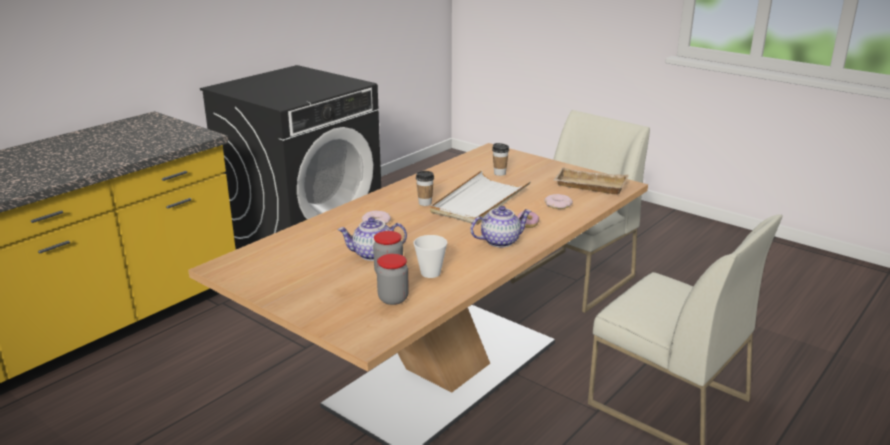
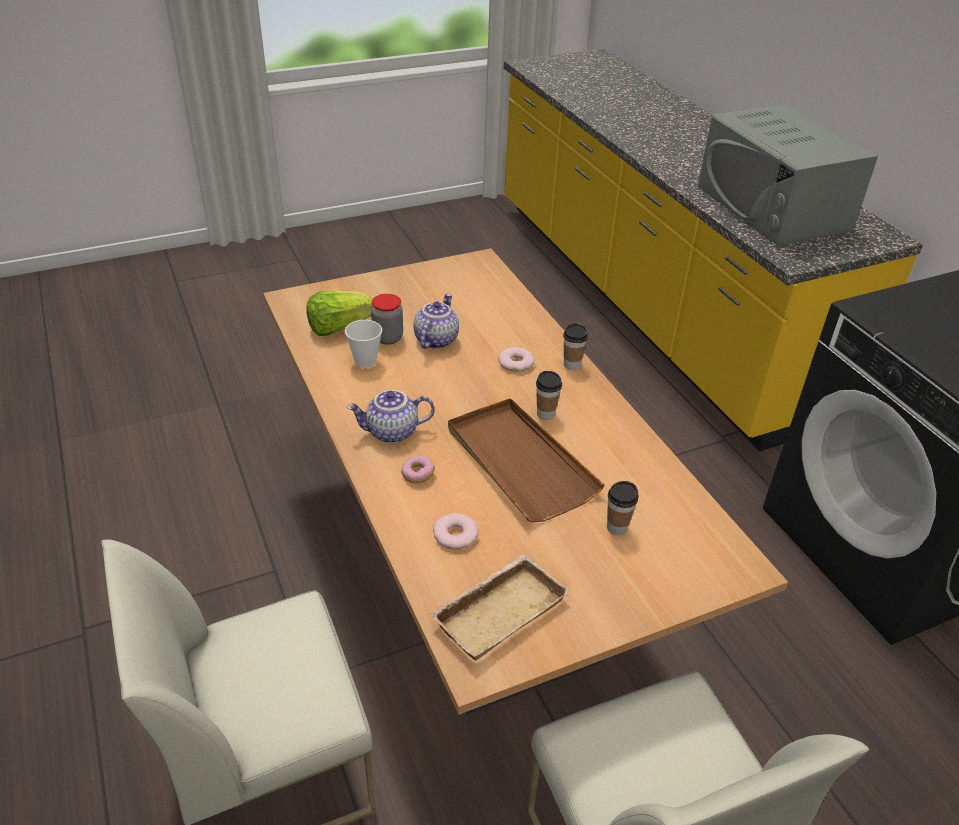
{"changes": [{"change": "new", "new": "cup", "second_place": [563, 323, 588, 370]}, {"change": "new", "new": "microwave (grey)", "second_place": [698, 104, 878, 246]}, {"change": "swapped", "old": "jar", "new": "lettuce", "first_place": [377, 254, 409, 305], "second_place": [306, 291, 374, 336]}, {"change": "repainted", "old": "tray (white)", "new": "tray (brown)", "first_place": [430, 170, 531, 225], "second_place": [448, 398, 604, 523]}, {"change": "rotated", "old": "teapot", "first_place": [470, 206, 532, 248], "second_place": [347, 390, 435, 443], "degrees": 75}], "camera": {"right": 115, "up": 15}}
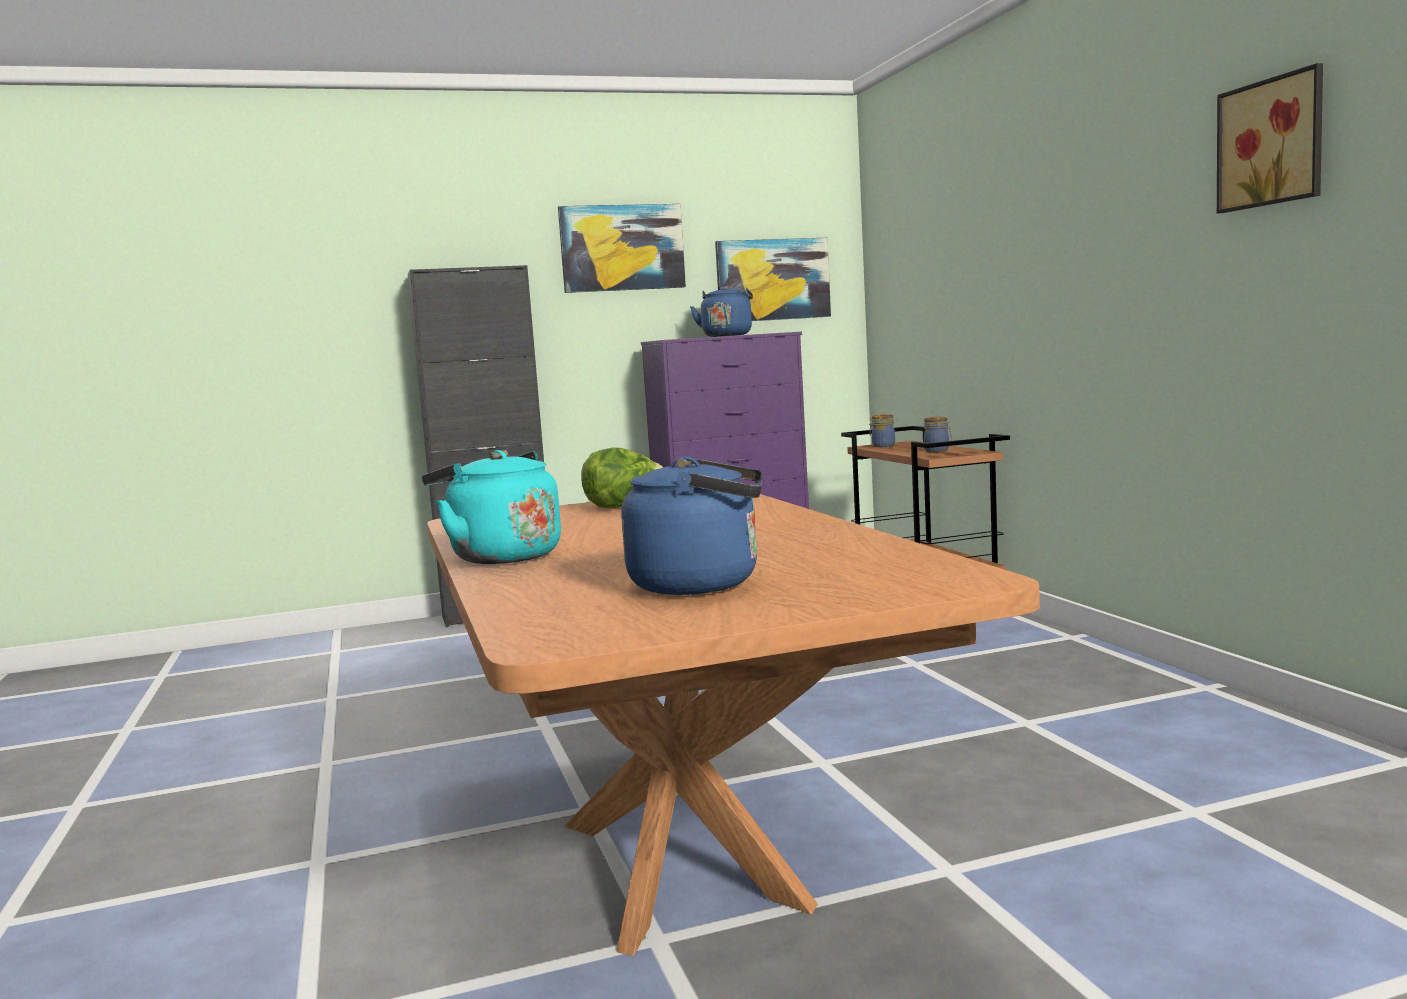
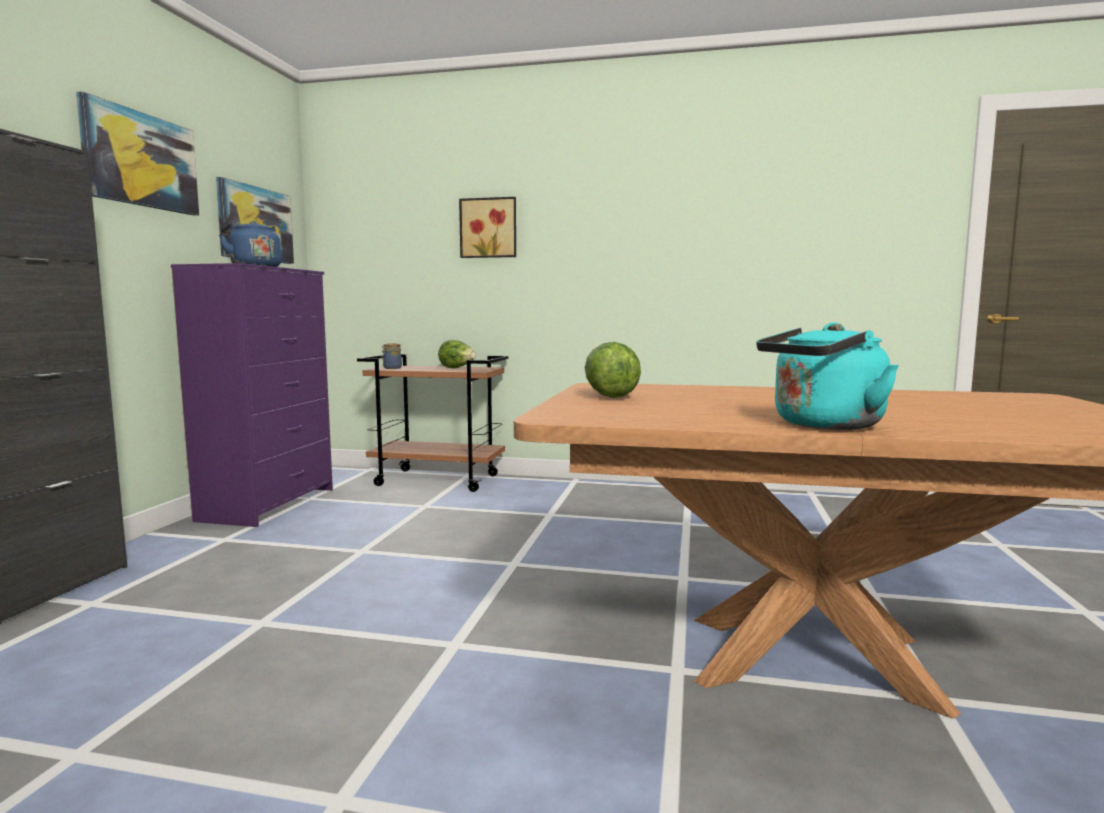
{"changes": [{"change": "gone", "old": "kettle (blue)", "first_place": [621, 456, 763, 595]}, {"change": "shifted", "old": "picture", "first_place": [1217, 63, 1323, 213], "second_place": [459, 197, 516, 258]}, {"change": "swapped", "old": "jar", "new": "lettuce", "first_place": [924, 416, 952, 452], "second_place": [438, 340, 476, 369]}], "camera": {"right": -60, "up": 0}}
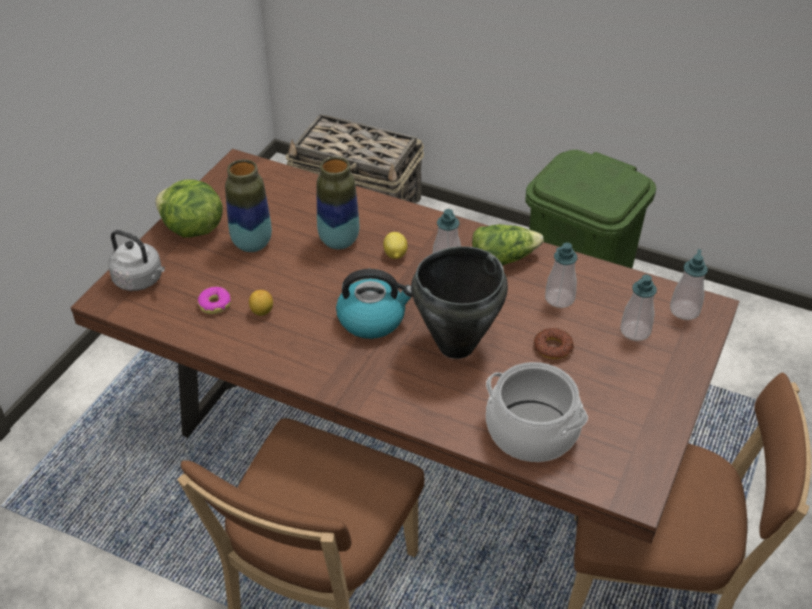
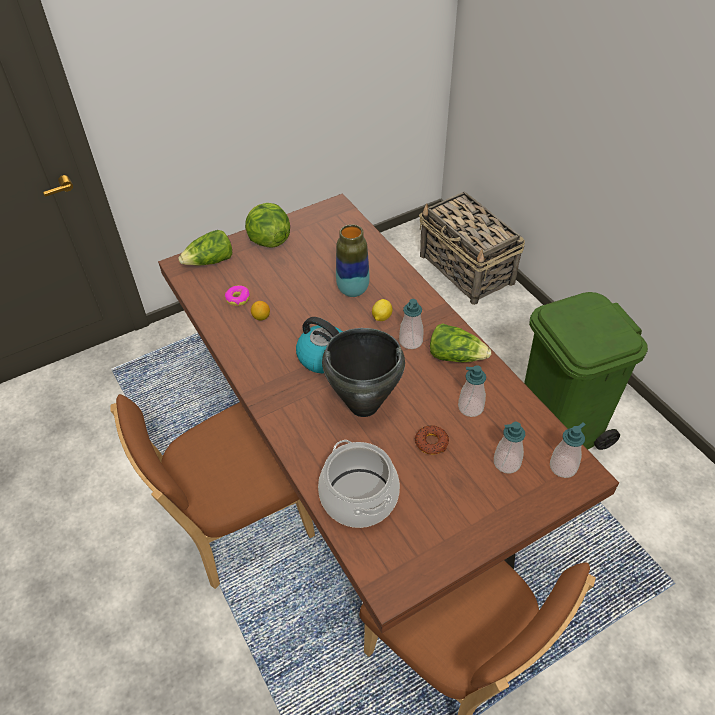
{"changes": [{"change": "gone", "old": "vase", "first_place": [225, 159, 272, 252]}, {"change": "swapped", "old": "kettle (grey)", "new": "lettuce", "first_place": [108, 230, 165, 291], "second_place": [178, 230, 232, 265]}], "camera": {"right": 35, "up": 5}}
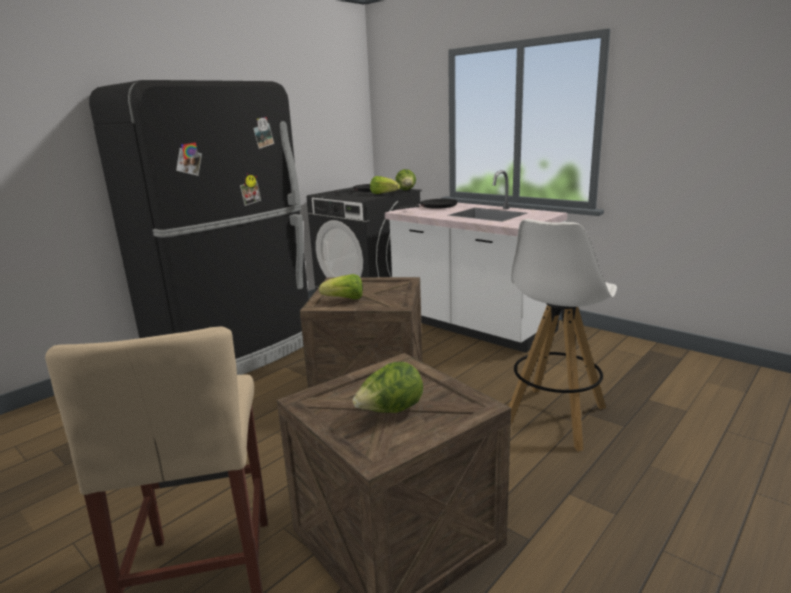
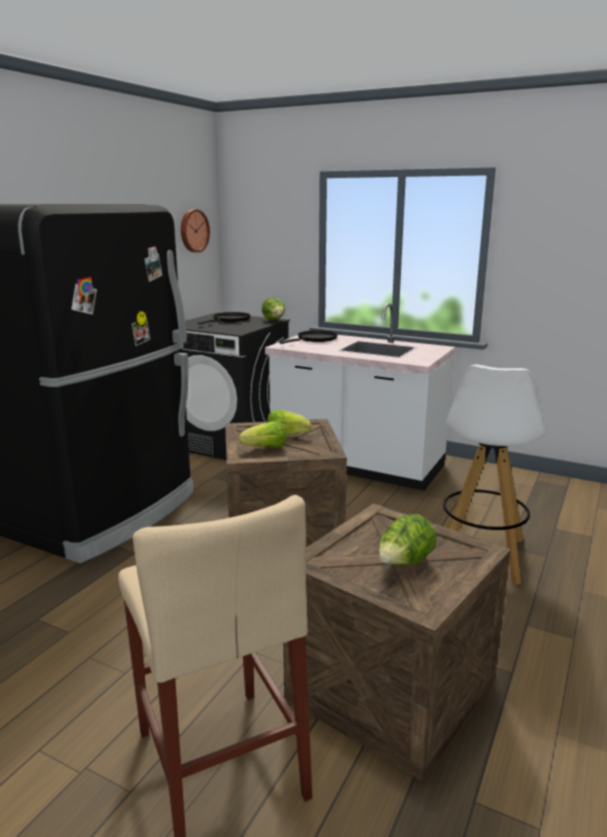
{"changes": [{"change": "new", "new": "wall clock", "second_place": [181, 209, 210, 253]}, {"change": "shifted", "old": "lettuce", "first_place": [370, 176, 400, 194], "second_place": [267, 409, 312, 435]}], "camera": {"right": -15, "up": 0}}
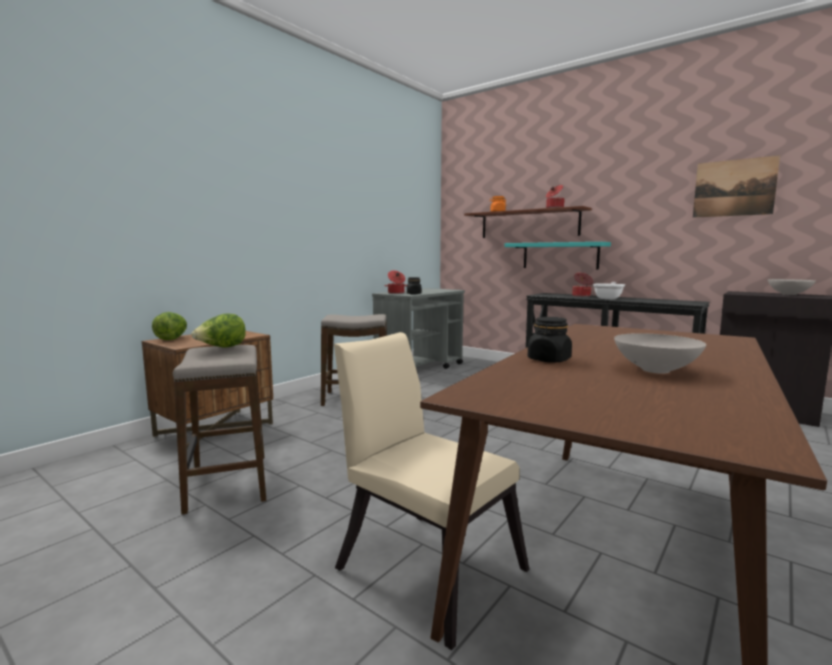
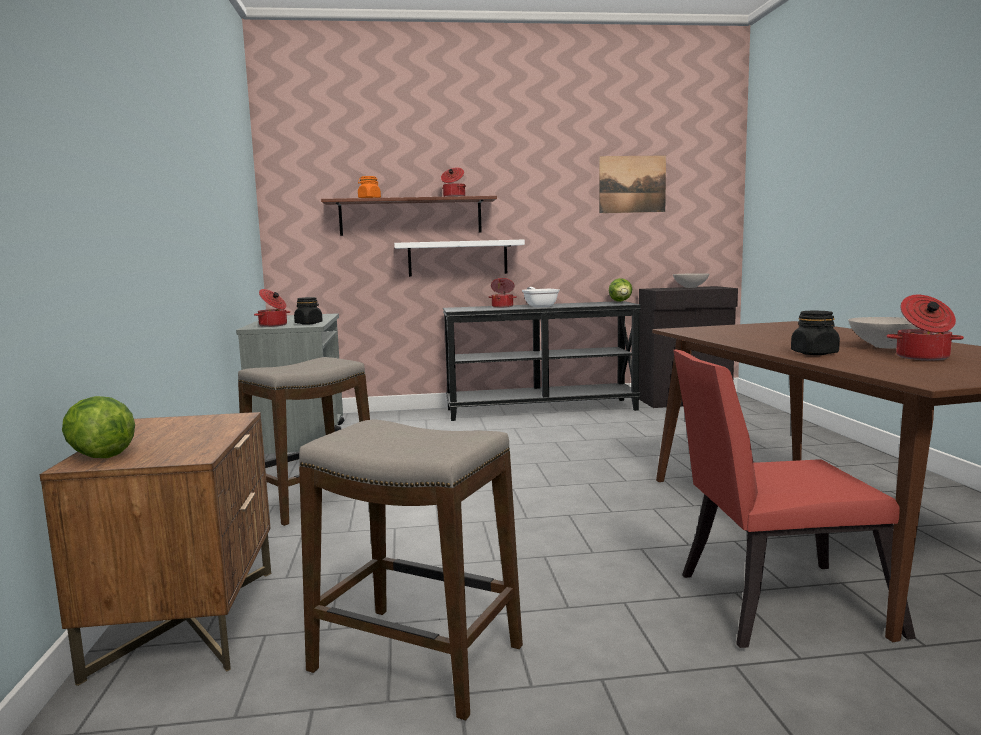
{"changes": [{"change": "new", "new": "cooking pot", "second_place": [886, 295, 964, 360]}, {"change": "shifted", "old": "lettuce", "first_place": [191, 314, 246, 348], "second_place": [609, 278, 632, 302]}, {"change": "repainted", "old": "chair (beige)", "new": "chair (red)", "first_place": [334, 332, 529, 650], "second_place": [673, 350, 916, 648]}, {"change": "repainted", "old": "shelf (turquoise)", "new": "shelf (white)", "first_place": [504, 242, 611, 270], "second_place": [394, 240, 525, 277]}], "camera": {"right": -45, "up": 0}}
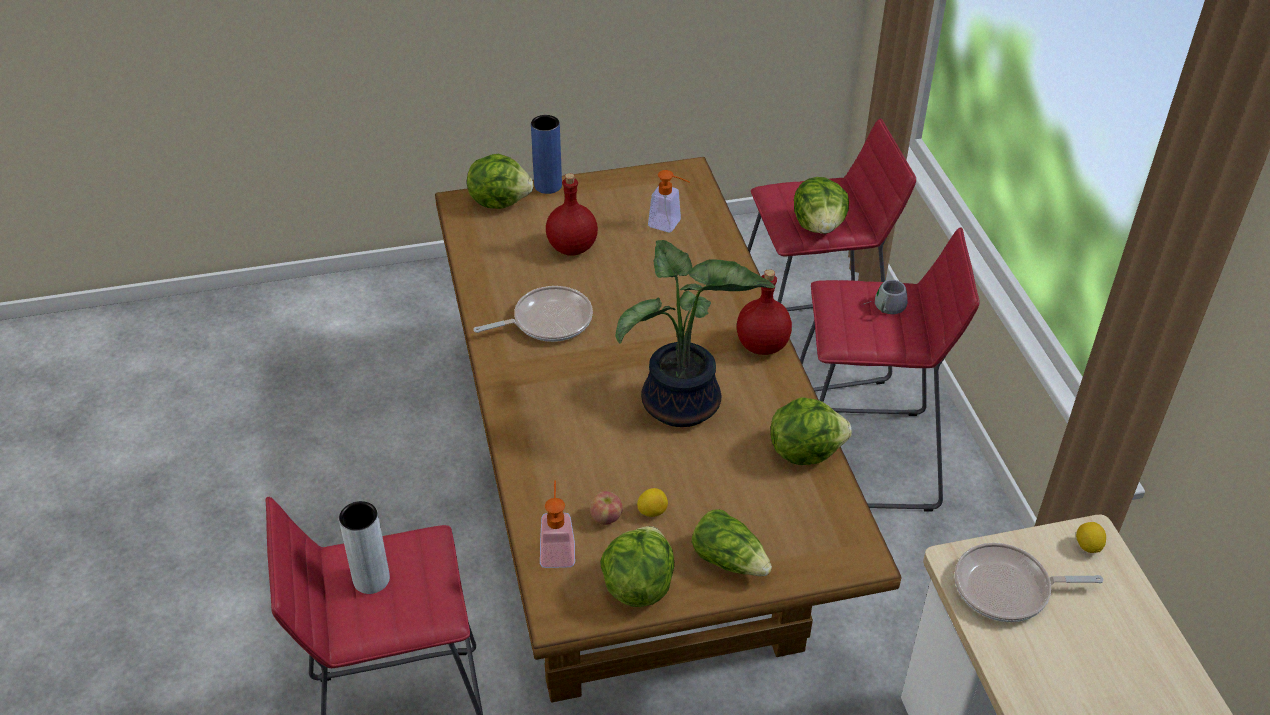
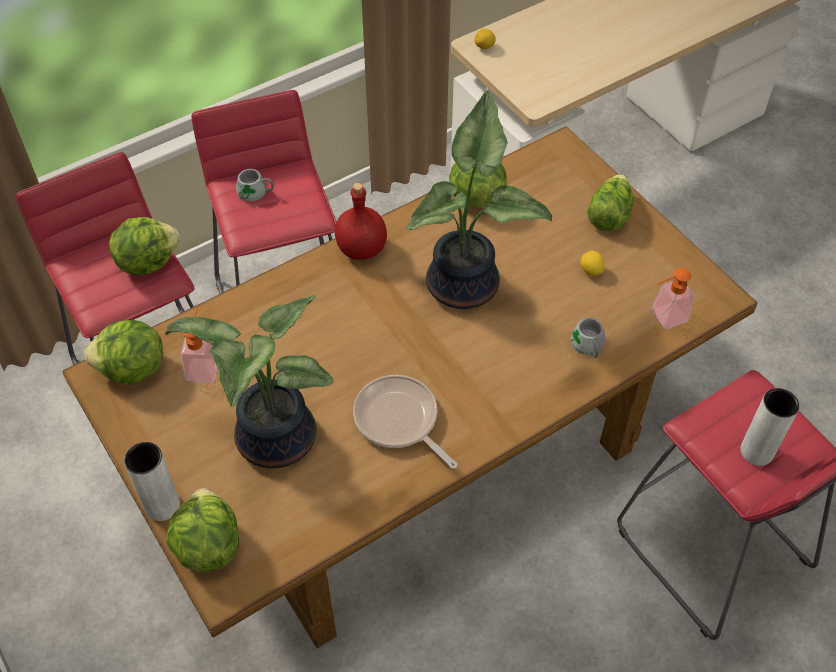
{"changes": [{"change": "gone", "old": "apple", "first_place": [590, 491, 623, 525]}, {"change": "gone", "old": "frying pan", "first_place": [955, 543, 1103, 622]}, {"change": "new", "new": "mug (grey)", "second_place": [568, 318, 605, 358]}, {"change": "shifted", "old": "lettuce", "first_place": [600, 526, 674, 607], "second_place": [85, 320, 163, 385]}, {"change": "swapped", "old": "bottle (red)", "new": "potted plant", "first_place": [546, 173, 598, 256], "second_place": [165, 295, 334, 468]}, {"change": "repainted", "old": "vase (blue)", "new": "vase (grey)", "first_place": [531, 115, 562, 194], "second_place": [124, 442, 180, 521]}], "camera": {"right": -110, "up": 10}}
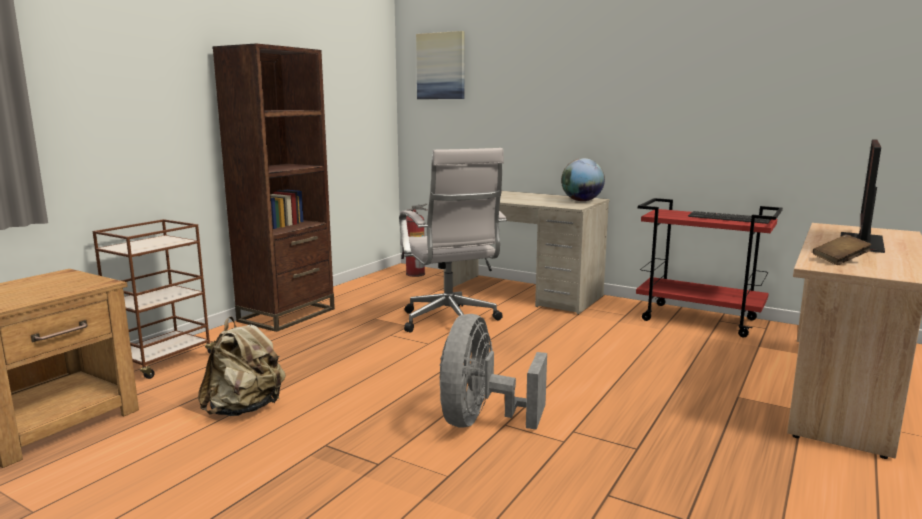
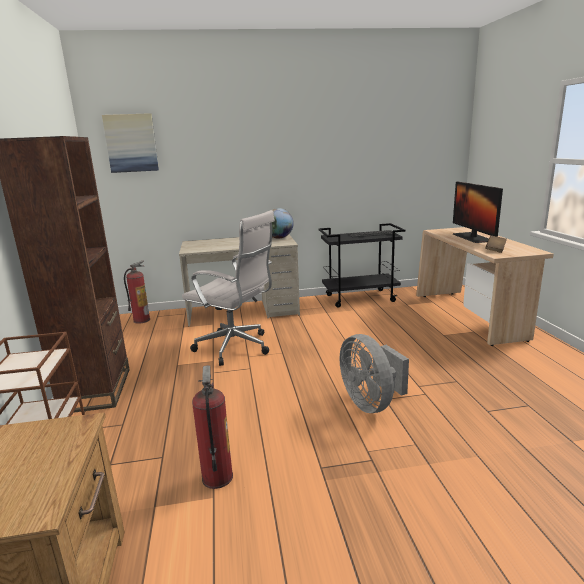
{"changes": [{"change": "swapped", "old": "backpack (beige)", "new": "fire extinguisher", "first_place": [198, 316, 286, 416], "second_place": [192, 365, 233, 489]}, {"change": "repainted", "old": "cart (red)", "new": "cart (black)", "first_place": [636, 198, 783, 337], "second_place": [318, 223, 406, 308]}], "camera": {"right": -40, "up": 5}}
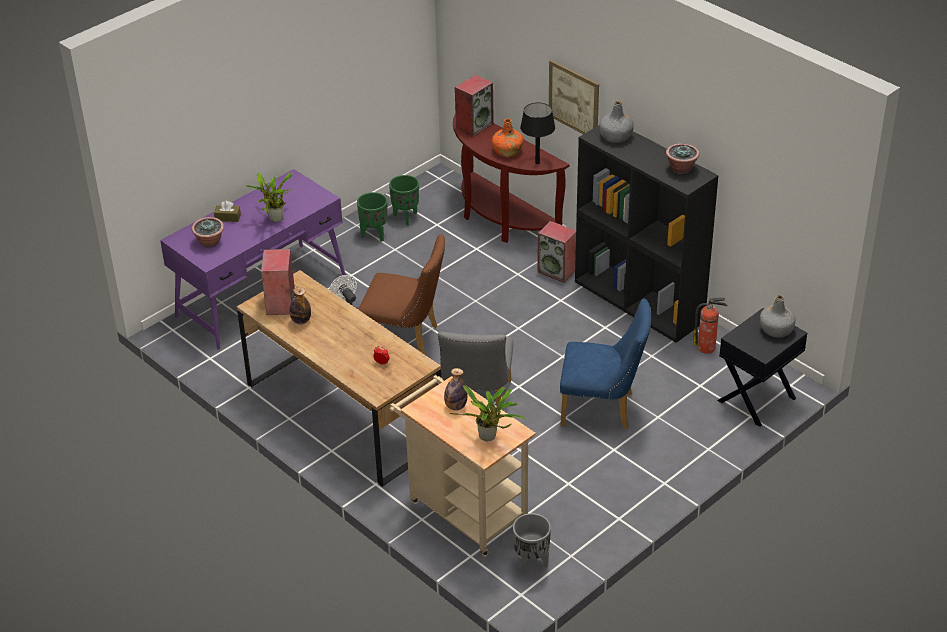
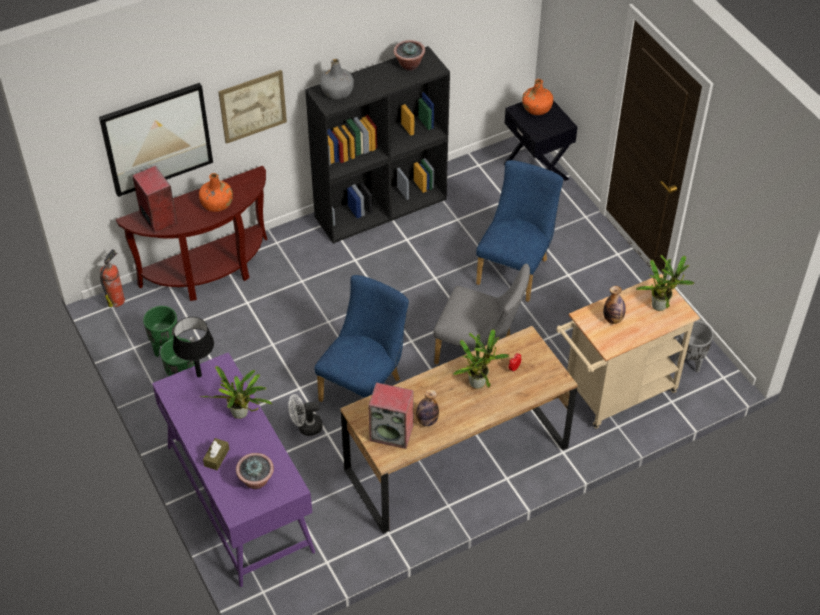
{"changes": [{"change": "gone", "old": "speaker", "first_place": [537, 221, 576, 282]}, {"change": "new", "new": "picture", "second_place": [99, 83, 213, 197]}, {"change": "new", "new": "potted plant", "second_place": [453, 329, 509, 389]}, {"change": "shifted", "old": "table lamp (black)", "first_place": [520, 103, 555, 164], "second_place": [173, 317, 214, 377]}, {"change": "shifted", "old": "fire extinguisher", "first_place": [693, 298, 727, 354], "second_place": [100, 249, 125, 307]}, {"change": "repainted", "old": "chair (brown)", "new": "chair (blue)", "first_place": [358, 234, 445, 355], "second_place": [314, 275, 409, 402]}, {"change": "repainted", "old": "bottle (grey)", "new": "bottle (orange)", "first_place": [760, 295, 796, 338], "second_place": [522, 79, 553, 115]}], "camera": {"right": -75, "up": 10}}
